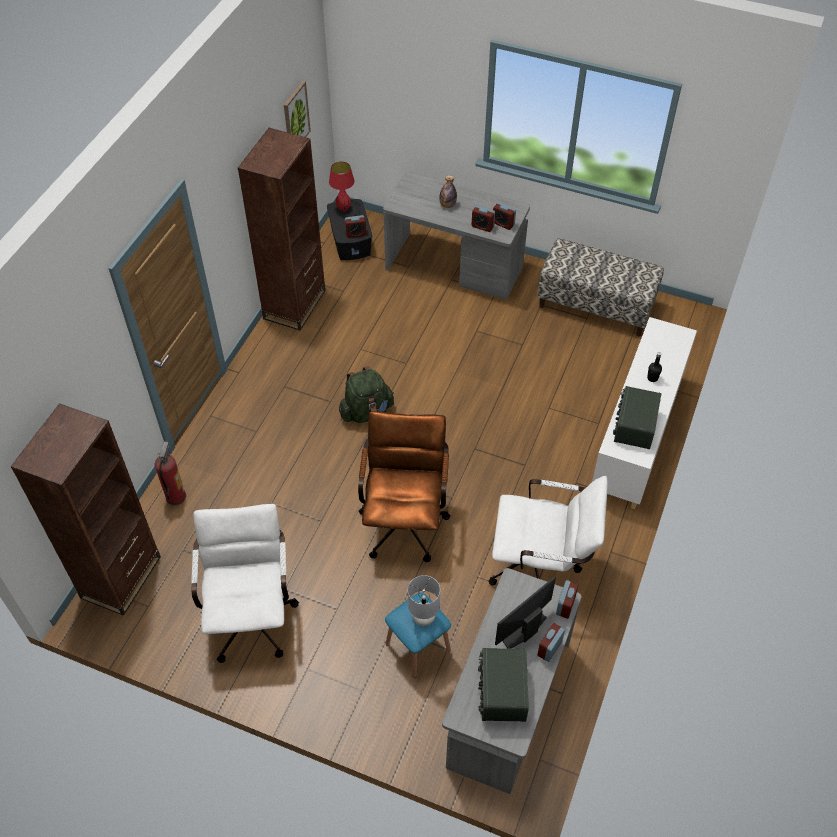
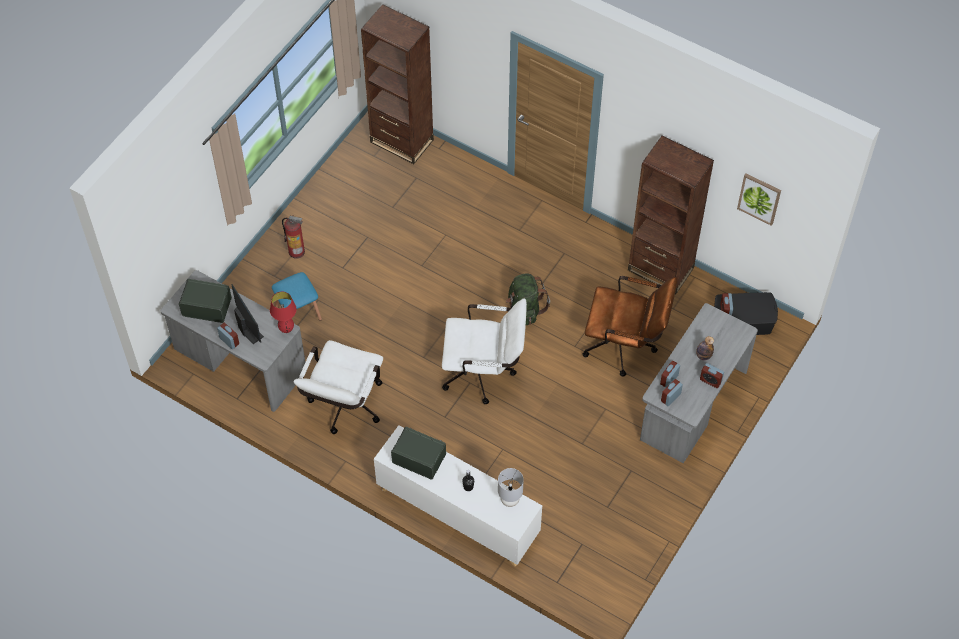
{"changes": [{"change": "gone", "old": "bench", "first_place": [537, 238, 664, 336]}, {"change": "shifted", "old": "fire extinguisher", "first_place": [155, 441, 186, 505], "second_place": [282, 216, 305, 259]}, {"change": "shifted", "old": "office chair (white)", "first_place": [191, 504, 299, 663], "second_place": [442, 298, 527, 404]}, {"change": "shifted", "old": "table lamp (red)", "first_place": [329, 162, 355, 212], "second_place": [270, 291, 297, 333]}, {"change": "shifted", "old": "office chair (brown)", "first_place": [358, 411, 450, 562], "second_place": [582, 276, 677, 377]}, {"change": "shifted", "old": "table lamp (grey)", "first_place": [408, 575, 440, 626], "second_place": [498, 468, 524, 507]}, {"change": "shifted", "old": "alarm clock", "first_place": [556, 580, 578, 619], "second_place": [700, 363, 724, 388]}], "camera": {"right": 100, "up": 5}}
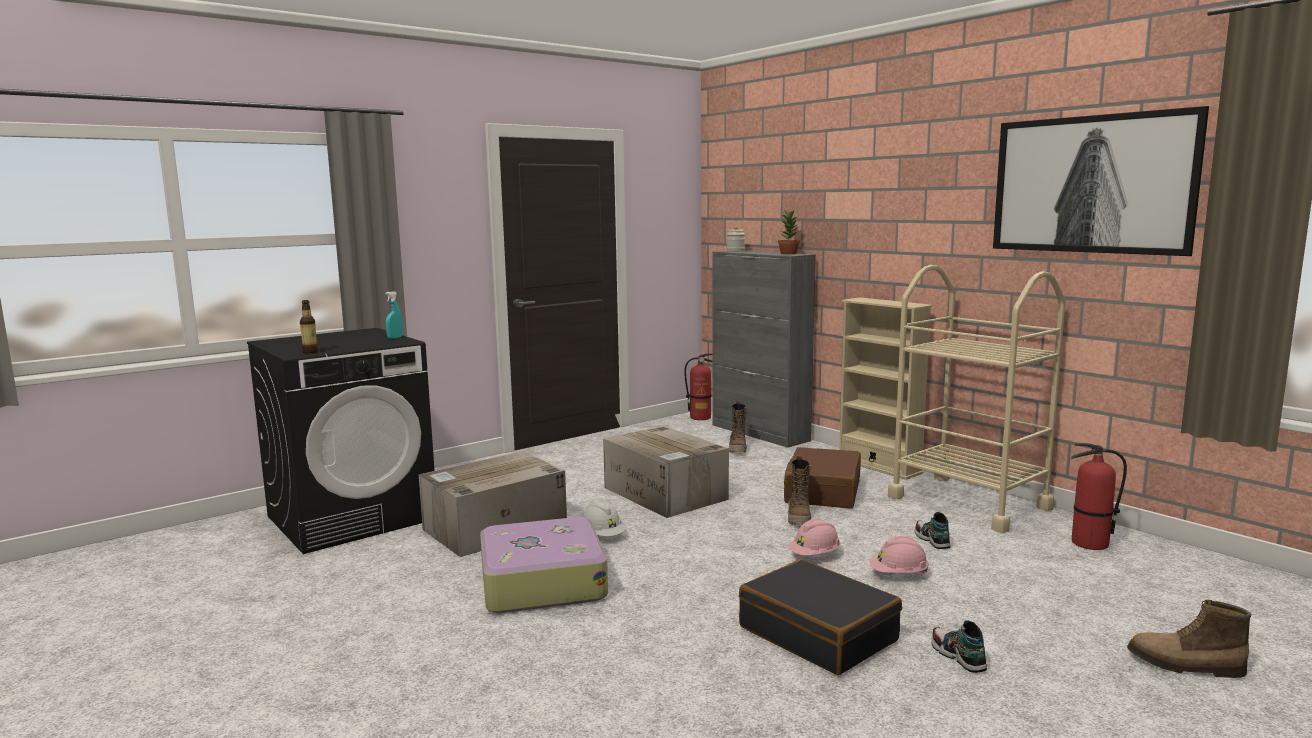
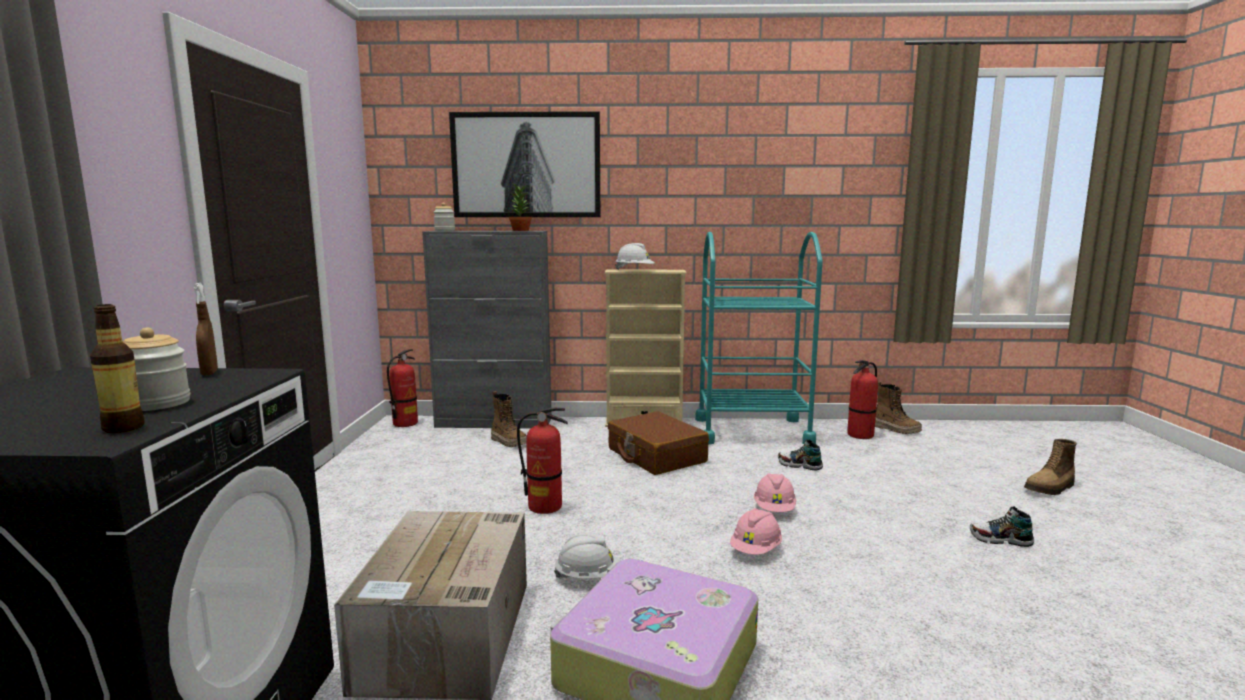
{"changes": [{"change": "gone", "old": "suitcase (black)", "first_place": [739, 559, 902, 675]}, {"change": "new", "new": "jar", "second_place": [123, 327, 190, 411]}, {"change": "new", "new": "hard hat (white)", "second_place": [615, 243, 655, 270]}, {"change": "shifted", "old": "boot", "first_place": [788, 455, 812, 525], "second_place": [875, 382, 922, 434]}, {"change": "shifted", "old": "hard hat (pink)", "first_place": [870, 536, 929, 573], "second_place": [730, 508, 782, 555]}, {"change": "shifted", "old": "picture", "first_place": [993, 106, 1209, 256], "second_place": [449, 111, 600, 217]}, {"change": "swapped", "old": "cardboard box", "new": "fire extinguisher", "first_place": [603, 426, 729, 518], "second_place": [517, 408, 568, 514]}, {"change": "repainted", "old": "spray bottle (turquoise)", "new": "spray bottle (brown)", "first_place": [385, 291, 403, 339], "second_place": [193, 283, 218, 376]}, {"change": "repainted", "old": "cart (beige)", "new": "cart (turquoise)", "first_place": [888, 265, 1066, 533], "second_place": [695, 232, 823, 444]}], "camera": {"right": -50, "up": 0}}
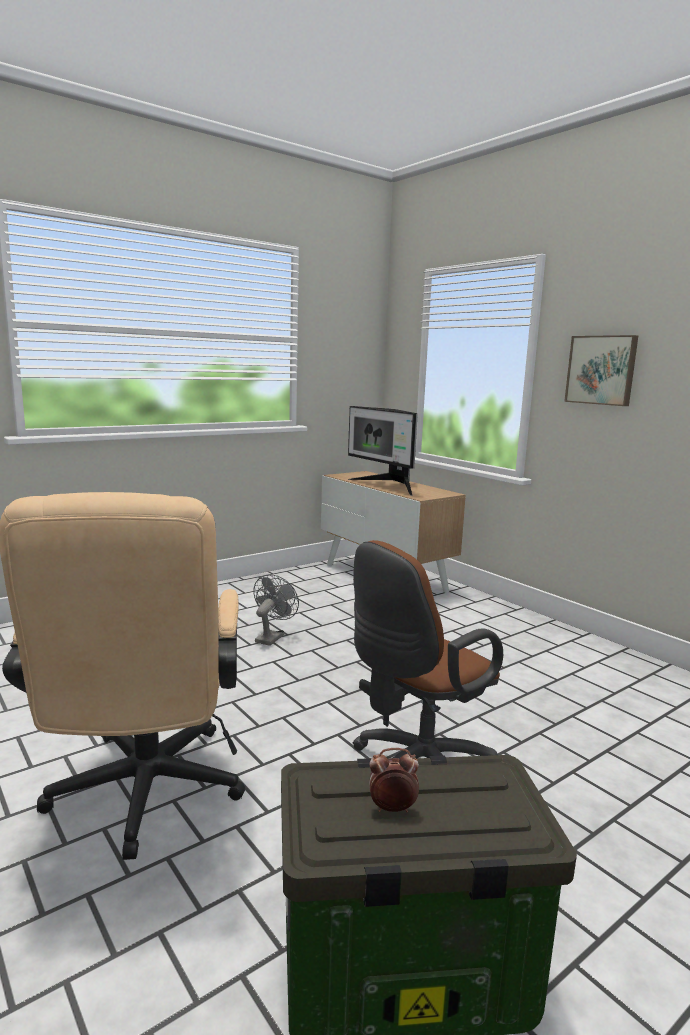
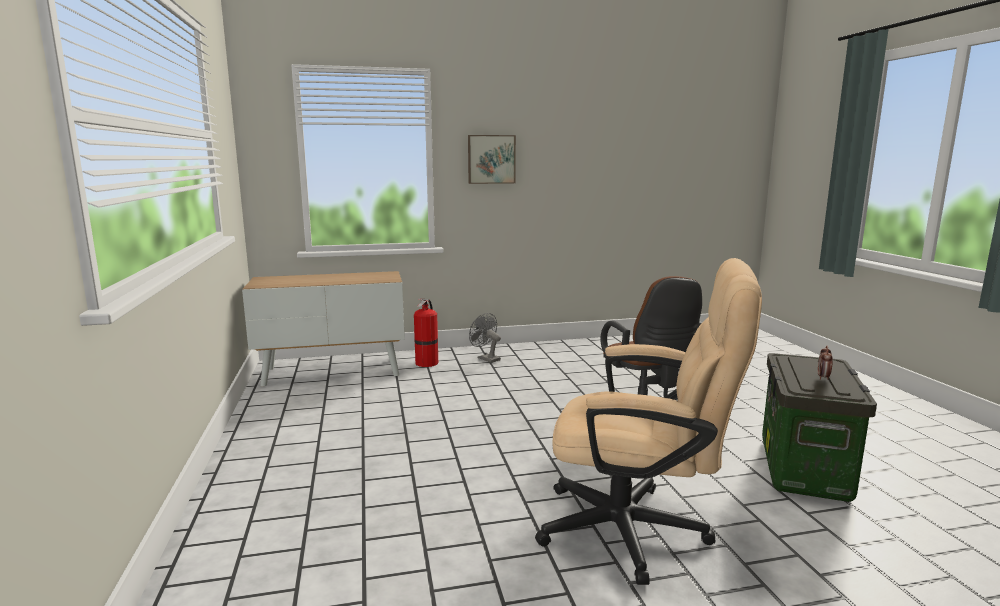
{"changes": [{"change": "gone", "old": "monitor", "first_place": [348, 406, 418, 496]}, {"change": "new", "new": "fire extinguisher", "second_place": [414, 299, 438, 367]}, {"change": "shifted", "old": "fan (grey)", "first_place": [253, 574, 299, 646], "second_place": [469, 313, 501, 363]}], "camera": {"right": -65, "up": 0}}
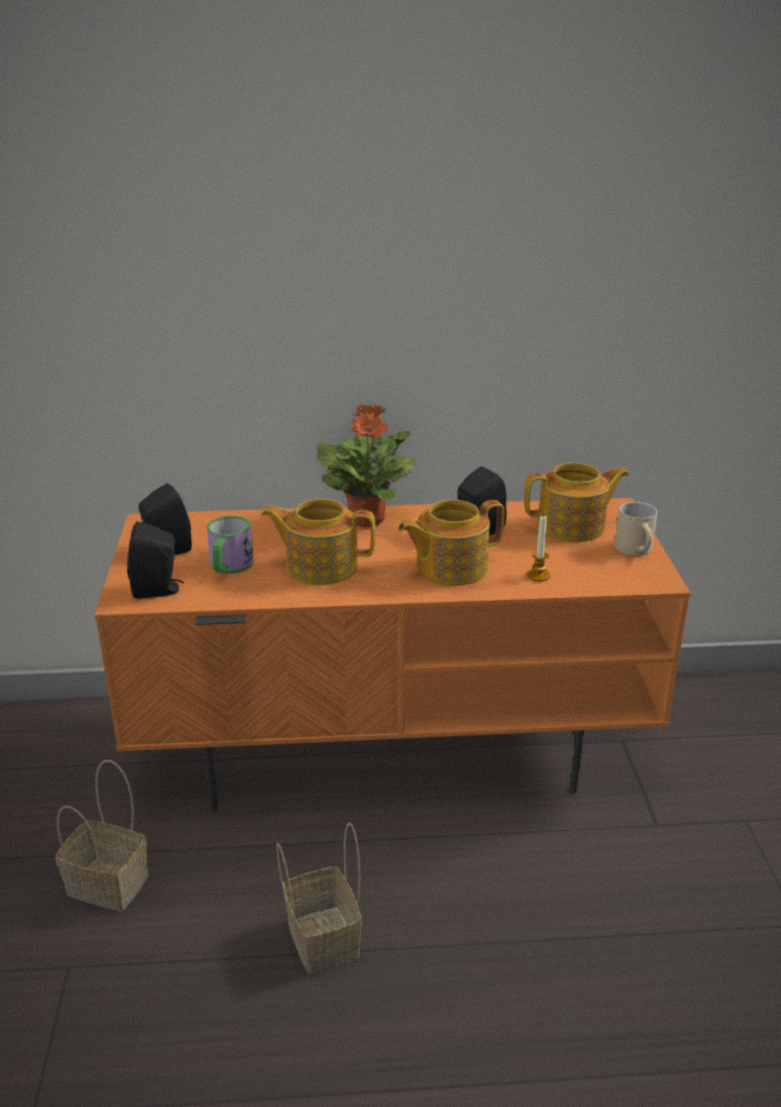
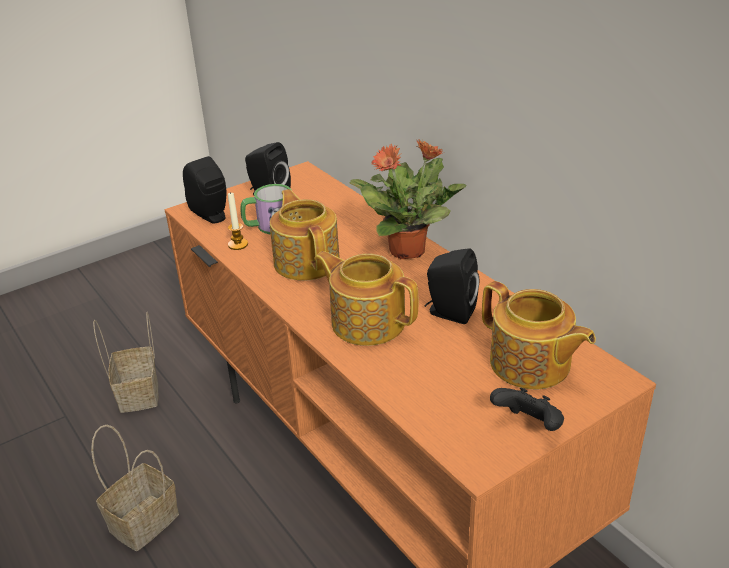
{"changes": [{"change": "shifted", "old": "candle", "first_place": [527, 515, 550, 581], "second_place": [228, 191, 248, 250]}, {"change": "swapped", "old": "mug (beige)", "new": "game controller (black)", "first_place": [614, 502, 658, 556], "second_place": [490, 388, 564, 431]}], "camera": {"right": 60, "up": 5}}
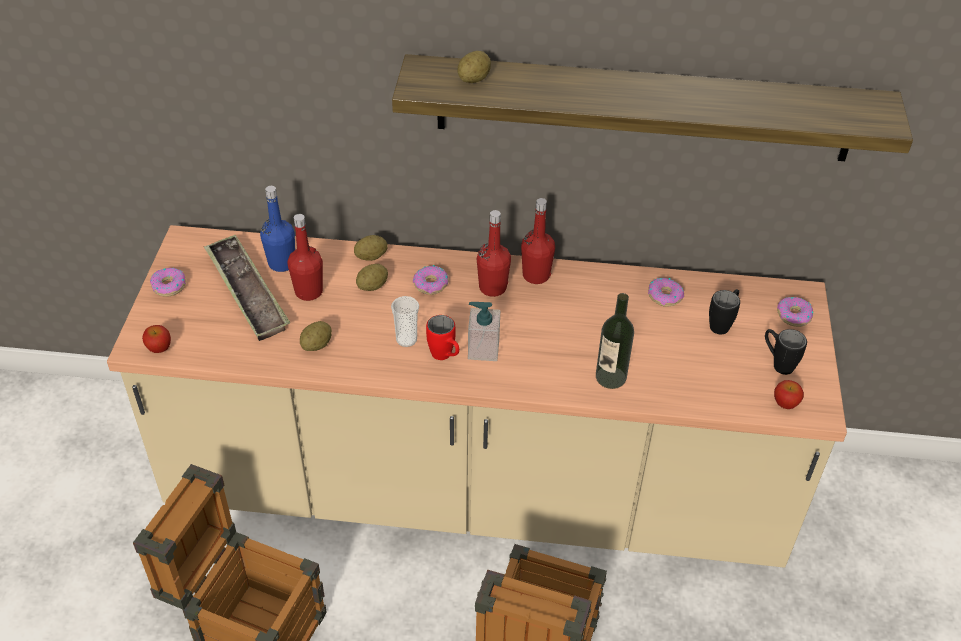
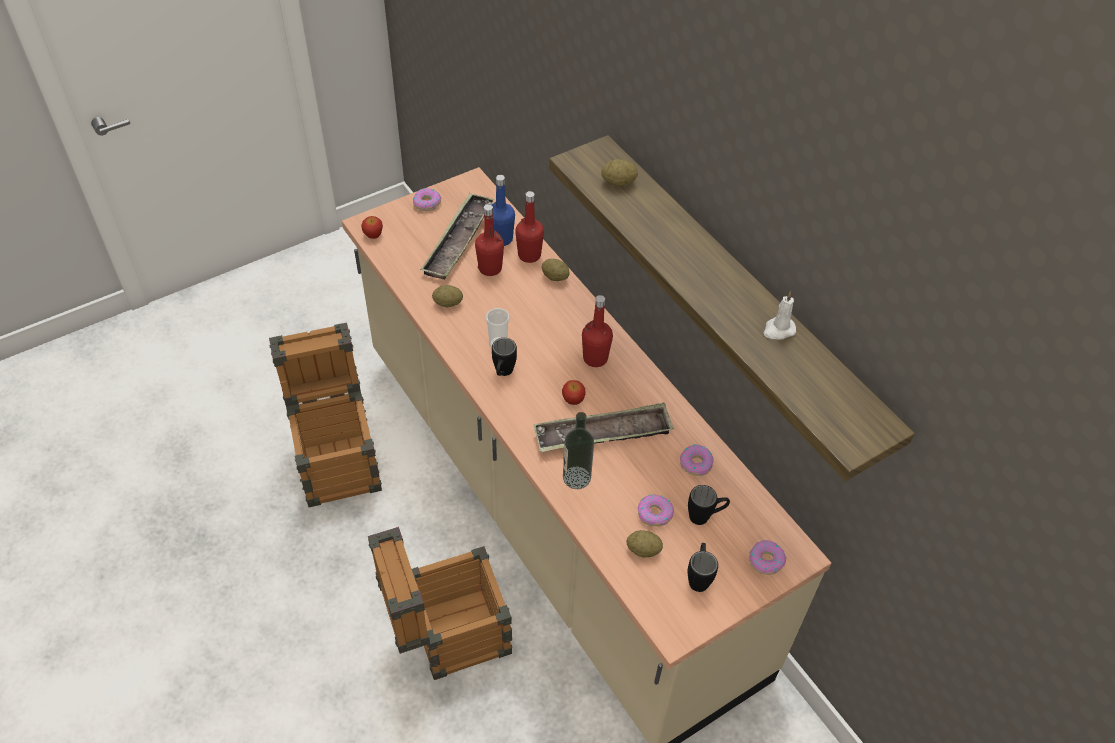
{"changes": [{"change": "gone", "old": "soap dispenser", "first_place": [468, 302, 500, 361]}, {"change": "new", "new": "tray", "second_place": [533, 403, 674, 452]}, {"change": "new", "new": "candle (white)", "second_place": [764, 291, 796, 340]}, {"change": "shifted", "old": "potato", "first_place": [356, 264, 388, 291], "second_place": [627, 530, 663, 558]}, {"change": "shifted", "old": "donut", "first_place": [413, 265, 449, 295], "second_place": [638, 494, 674, 526]}, {"change": "shifted", "old": "bottle (red)", "first_place": [521, 198, 555, 284], "second_place": [515, 191, 544, 263]}, {"change": "shifted", "old": "apple", "first_place": [774, 380, 804, 409], "second_place": [562, 380, 586, 405]}, {"change": "repainted", "old": "mug (red)", "new": "mug (black)", "first_place": [426, 315, 459, 360], "second_place": [492, 338, 517, 376]}], "camera": {"right": 50, "up": 5}}
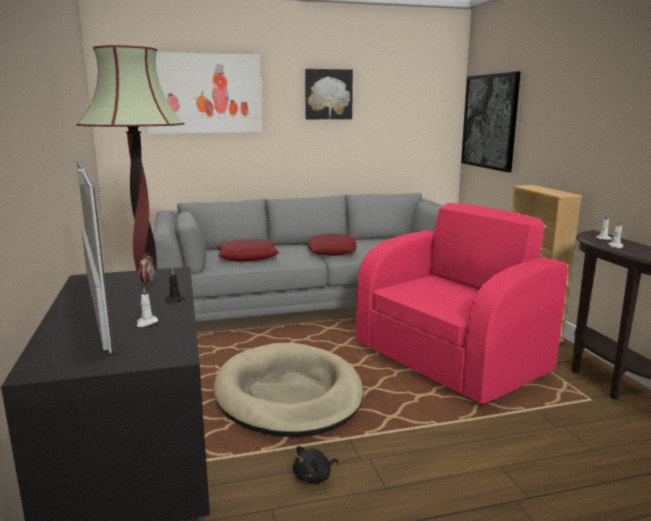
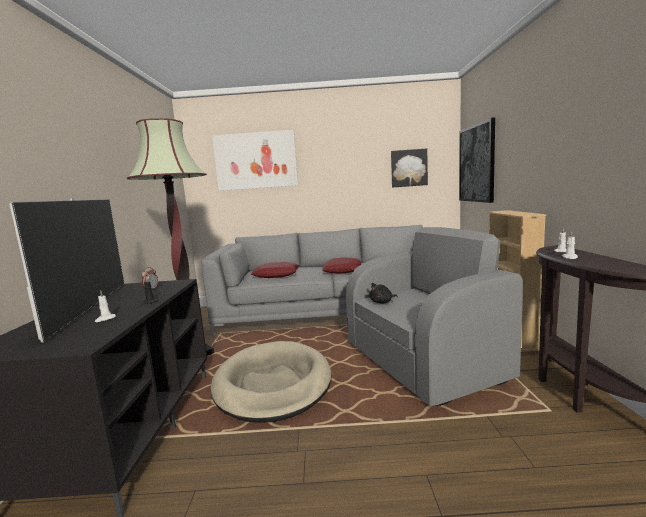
{"changes": [{"change": "shifted", "old": "plush toy (black)", "first_place": [293, 446, 338, 483], "second_place": [369, 283, 398, 303]}, {"change": "shifted", "old": "picture", "first_place": [305, 69, 353, 119], "second_place": [391, 149, 428, 188]}, {"change": "repainted", "old": "armchair (pink)", "new": "armchair (grey)", "first_place": [356, 203, 568, 404], "second_place": [346, 227, 523, 406]}], "camera": {"right": 15, "up": -5}}
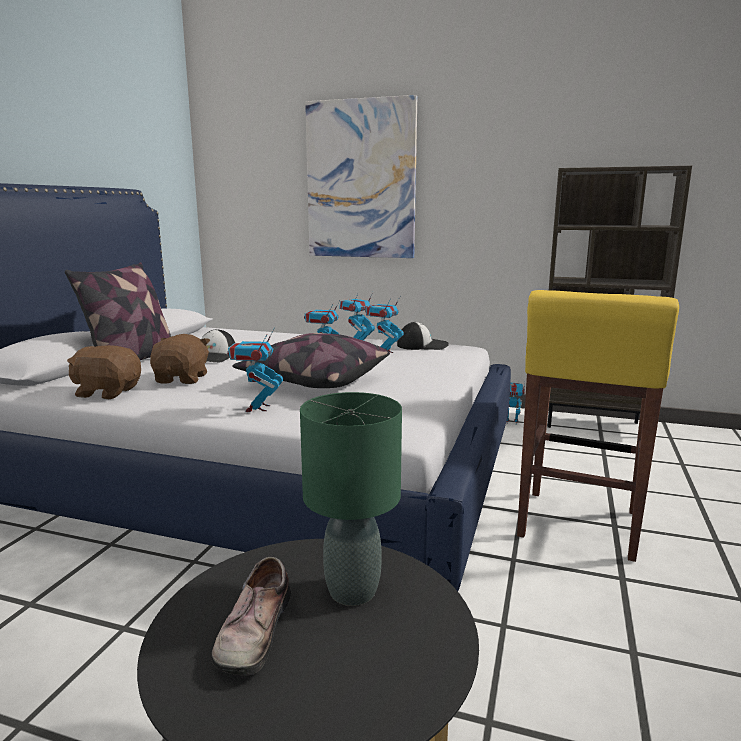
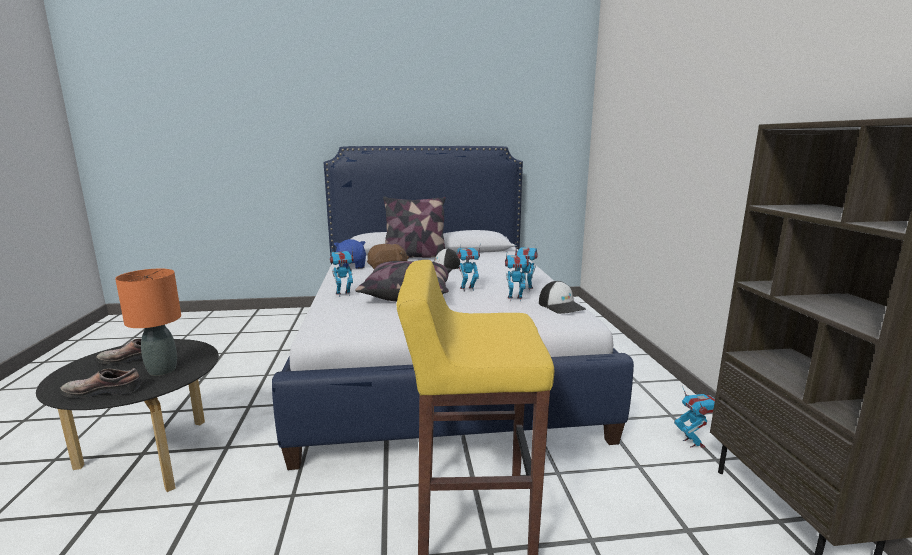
{"changes": [{"change": "gone", "old": "picture", "first_place": [305, 95, 417, 258]}, {"change": "new", "new": "shoe", "second_place": [60, 368, 142, 398]}, {"change": "repainted", "old": "plush toy (brown)", "new": "plush toy (blue)", "first_place": [67, 345, 141, 399], "second_place": [334, 239, 366, 269]}, {"change": "repainted", "old": "table lamp (green)", "new": "table lamp (orange)", "first_place": [300, 392, 402, 606], "second_place": [115, 269, 181, 376]}], "camera": {"right": 65, "up": 0}}
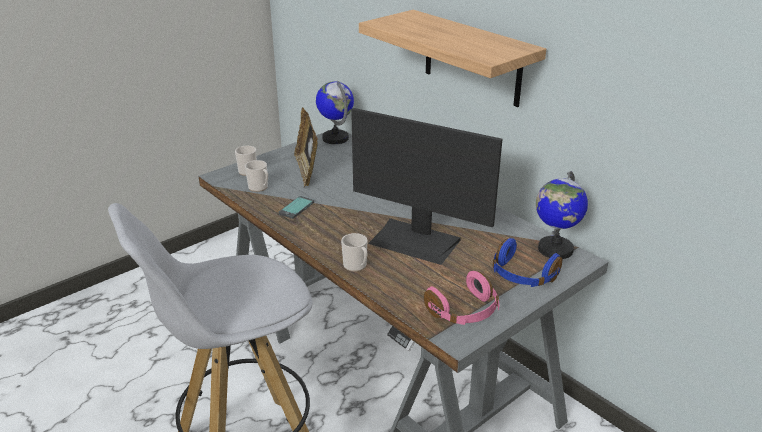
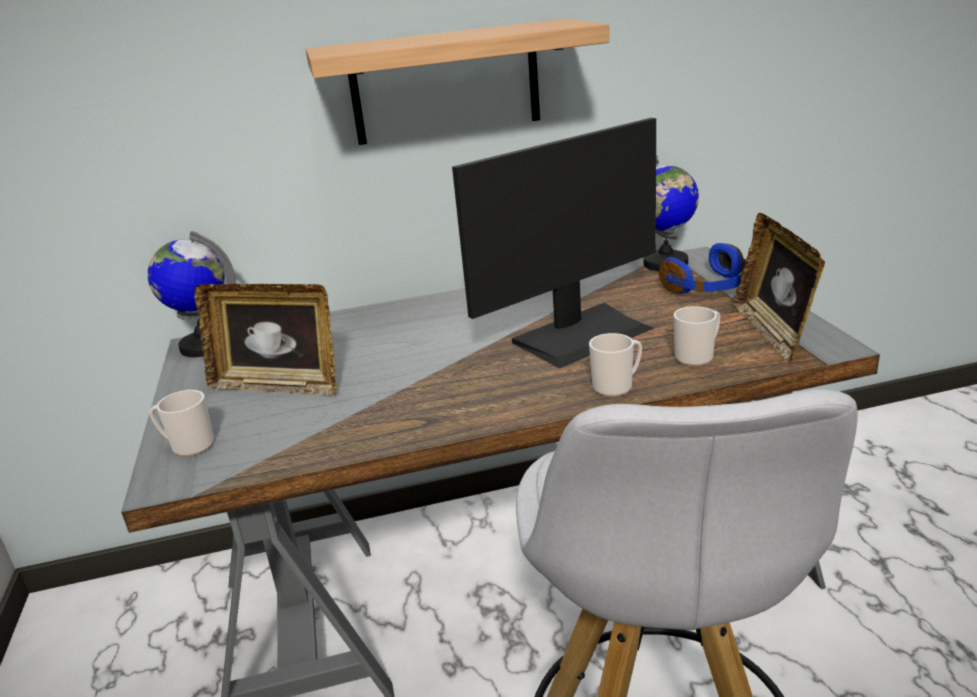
{"changes": [{"change": "gone", "old": "phone", "first_place": [279, 196, 314, 219]}, {"change": "shifted", "old": "mug", "first_place": [245, 160, 268, 192], "second_place": [674, 306, 720, 366]}, {"change": "swapped", "old": "headphones (pink)", "new": "picture frame", "first_place": [424, 271, 499, 325], "second_place": [733, 213, 825, 362]}], "camera": {"right": -60, "up": -5}}
